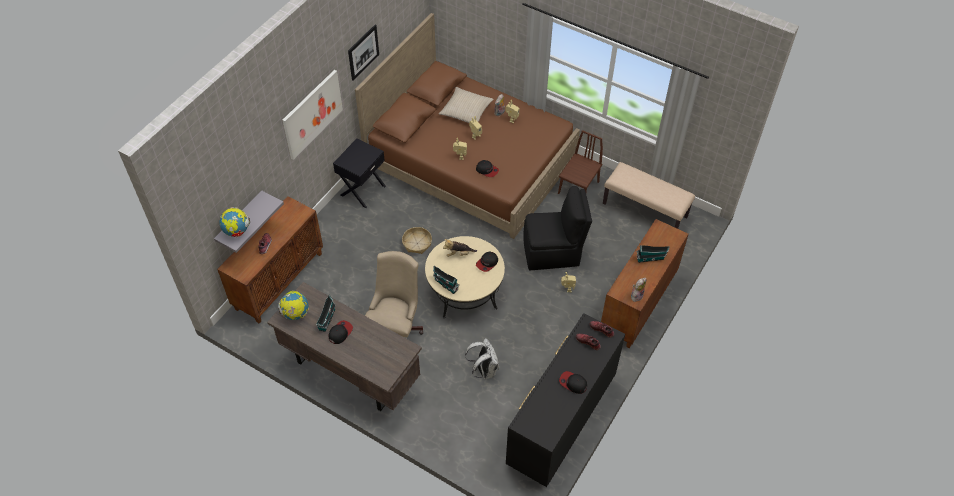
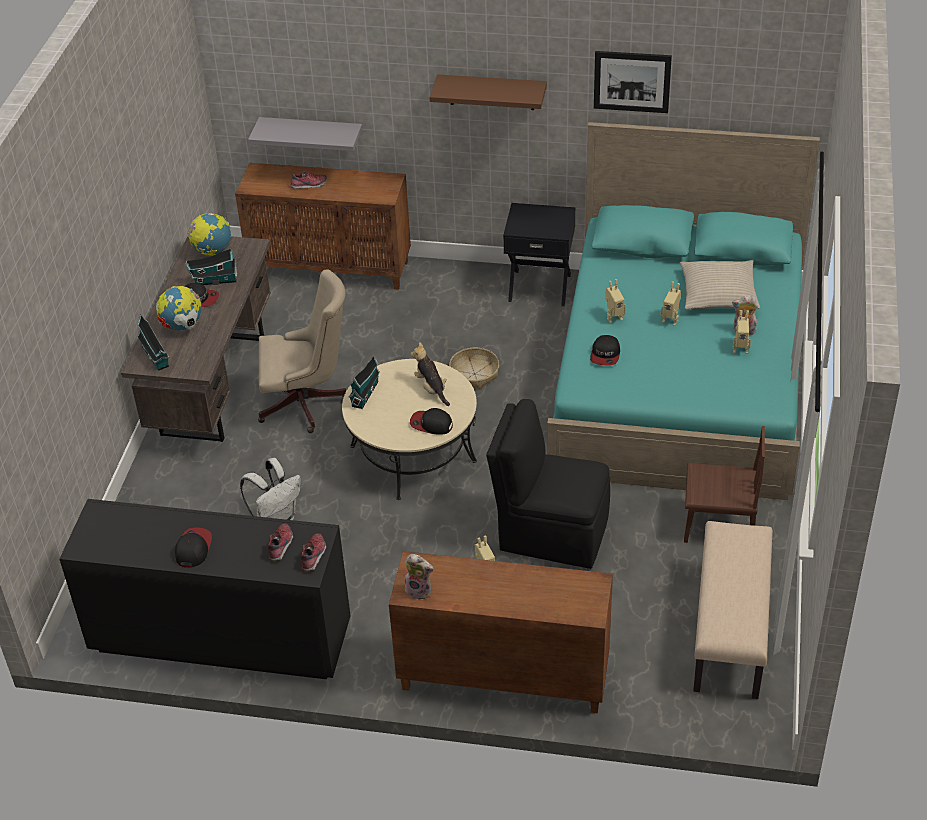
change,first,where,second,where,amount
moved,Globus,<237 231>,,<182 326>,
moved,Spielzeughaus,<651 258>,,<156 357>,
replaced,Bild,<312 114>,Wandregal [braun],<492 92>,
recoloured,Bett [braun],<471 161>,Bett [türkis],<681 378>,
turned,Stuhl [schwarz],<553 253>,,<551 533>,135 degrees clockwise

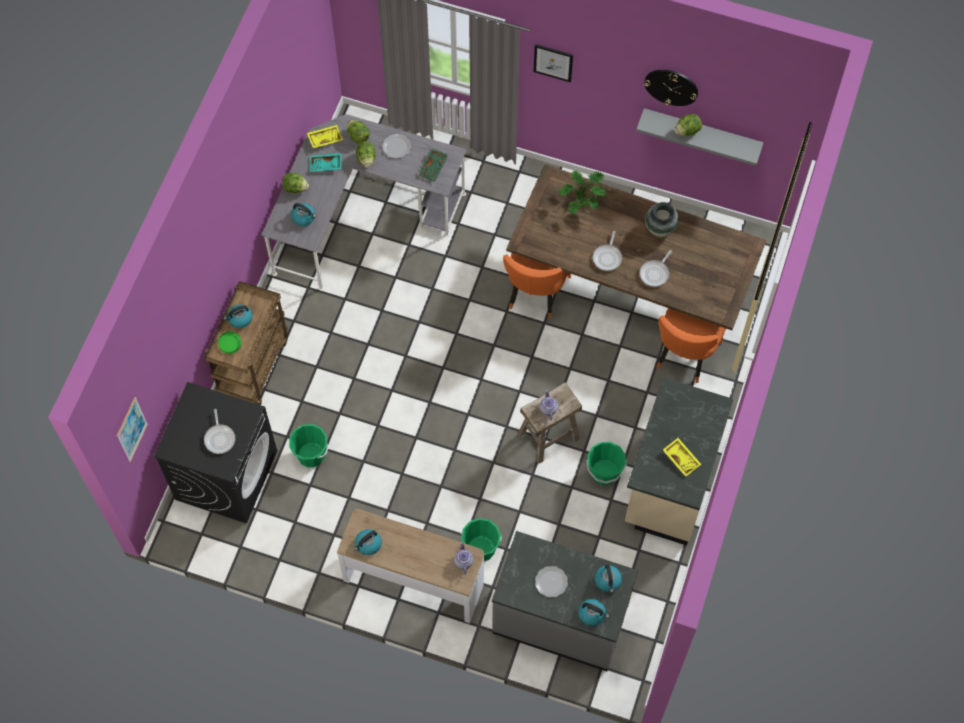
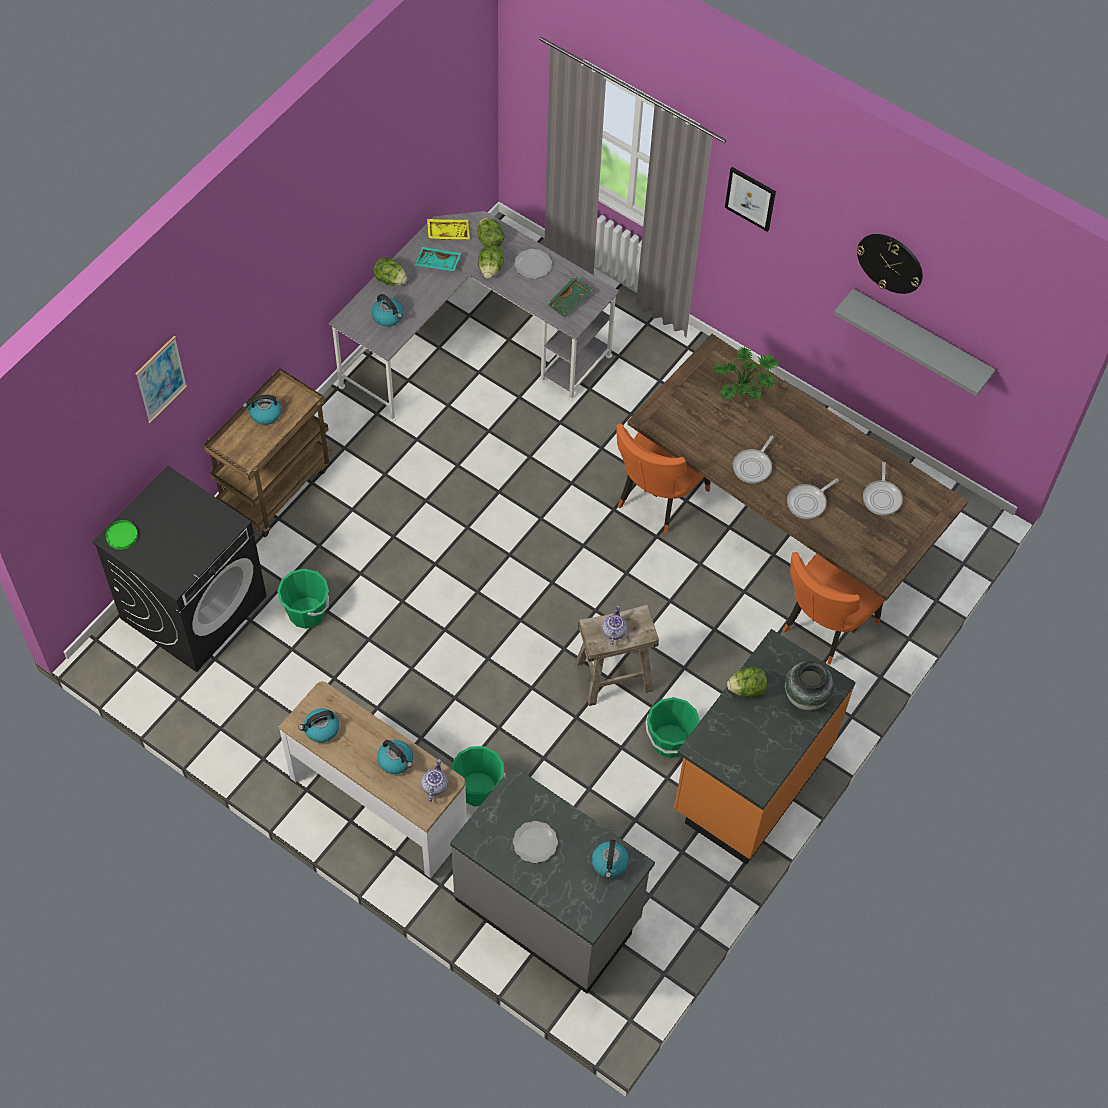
change,first,where,second,where,amount
removed,Tablett [gelb],<681 458>,,,
moved,Bild,<131 429>,,<161 379>,
moved,Pfanne,<220 438>,,<882 497>,
moved,Teller [grün],<230 343>,,<122 535>,
moved,Wasserkessel,<592 614>,,<396 760>,
moved,Vase,<660 228>,,<805 697>,
moved,Salatkopf,<687 131>,,<747 689>,
recoloured,Küchenzeile [beige],<670 483>,Küchenzeile [orange],<751 779>,

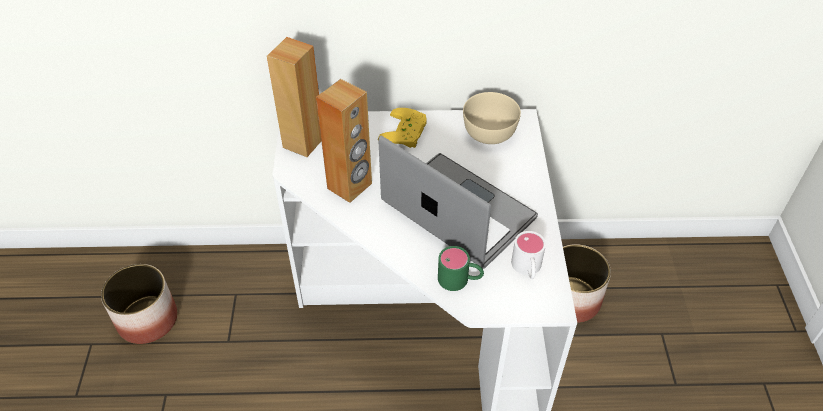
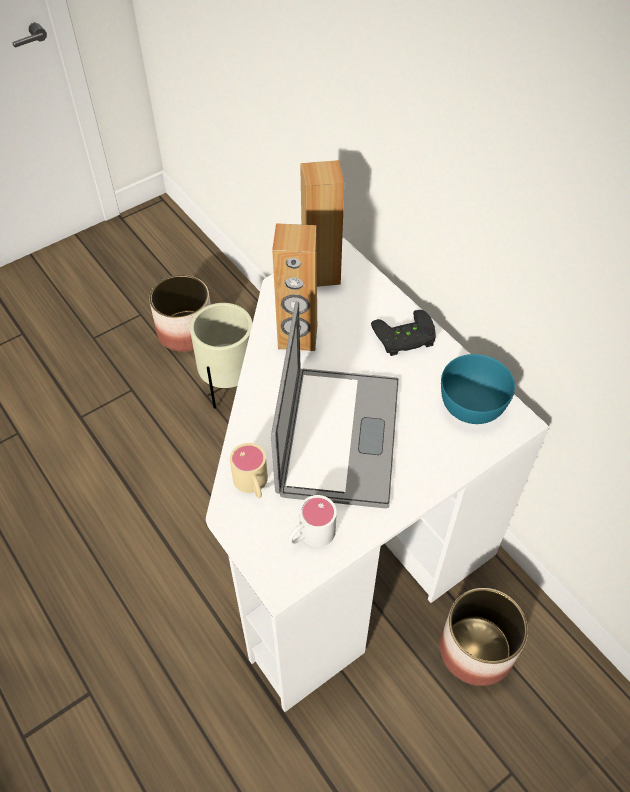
change,first,where,second,where,amount
added,,,Pflanzkübel [beige],<230 387>,
recoloured,Gamepad [gelb],<407 132>,Gamepad [schwarz],<405 339>,
recoloured,Henkelbecher [grün],<460 280>,Henkelbecher [beige],<252 484>,
recoloured,Schüssel [beige],<489 131>,Schüssel [türkis],<473 402>,

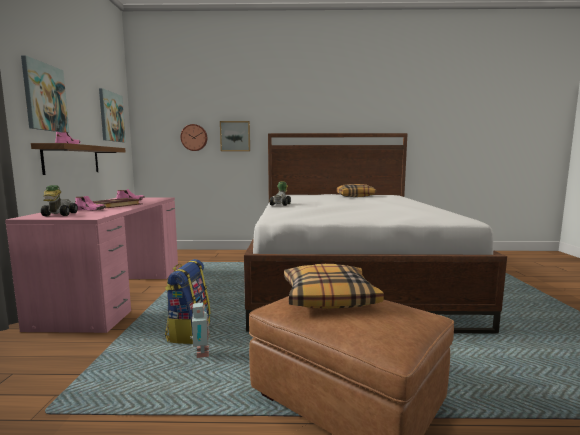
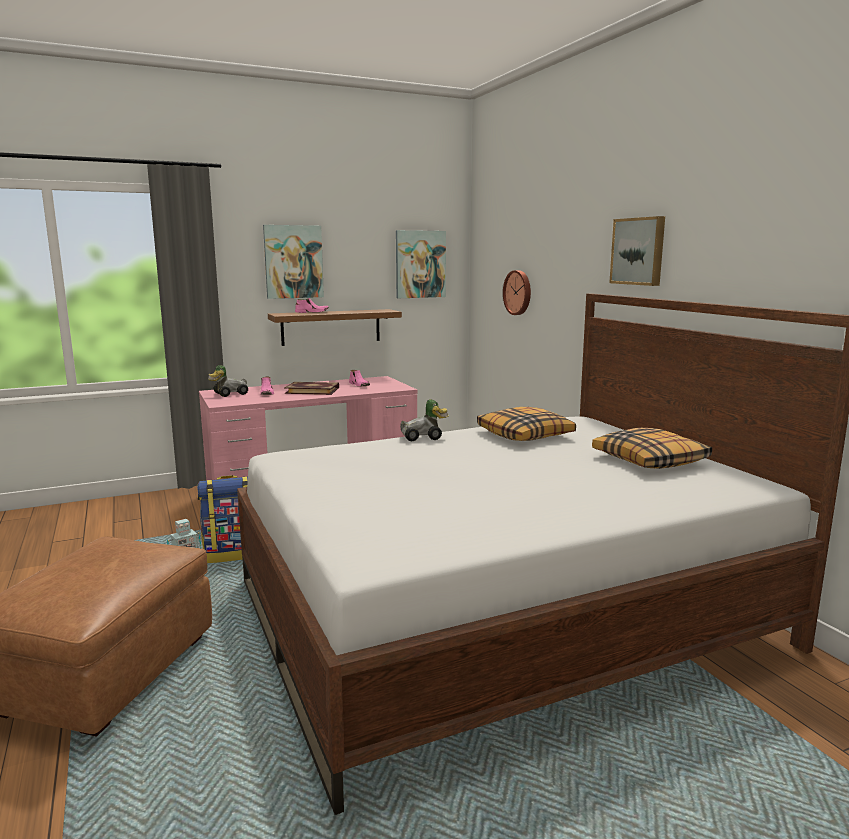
change,first,where,second,where,amount
moved,Bild,<235 136>,,<639 251>,
moved,Kissen,<328 297>,,<525 435>,

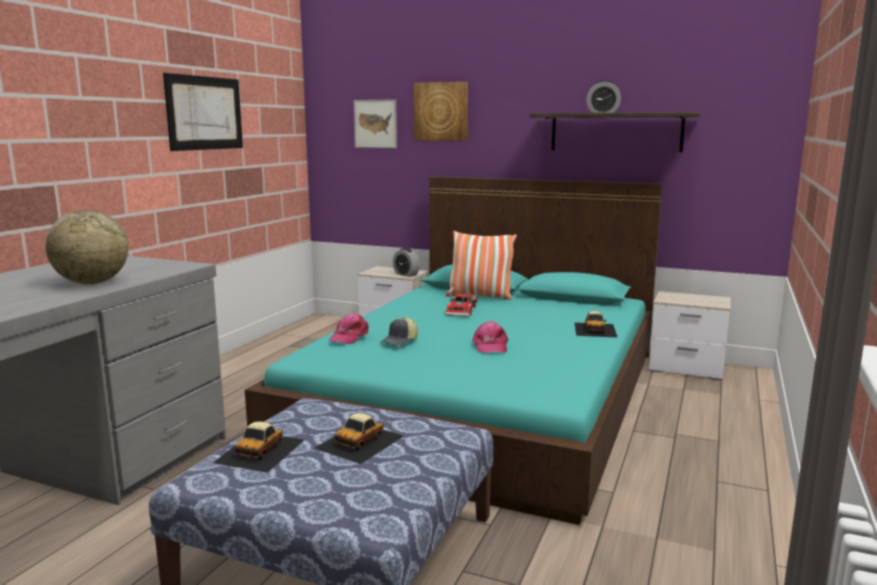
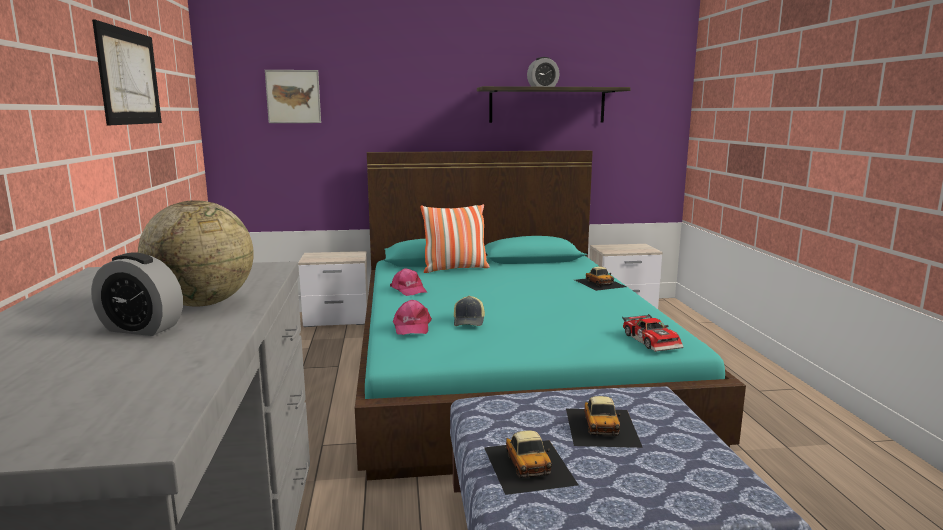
change,first,where,second,where,amount
removed,Bild,<441 111>,,,
moved,Wecker,<406 274>,,<141 328>,
moved,Spielzeugauto,<463 311>,,<652 340>,
moved,Kappe [rosa],<490 346>,,<408 290>,

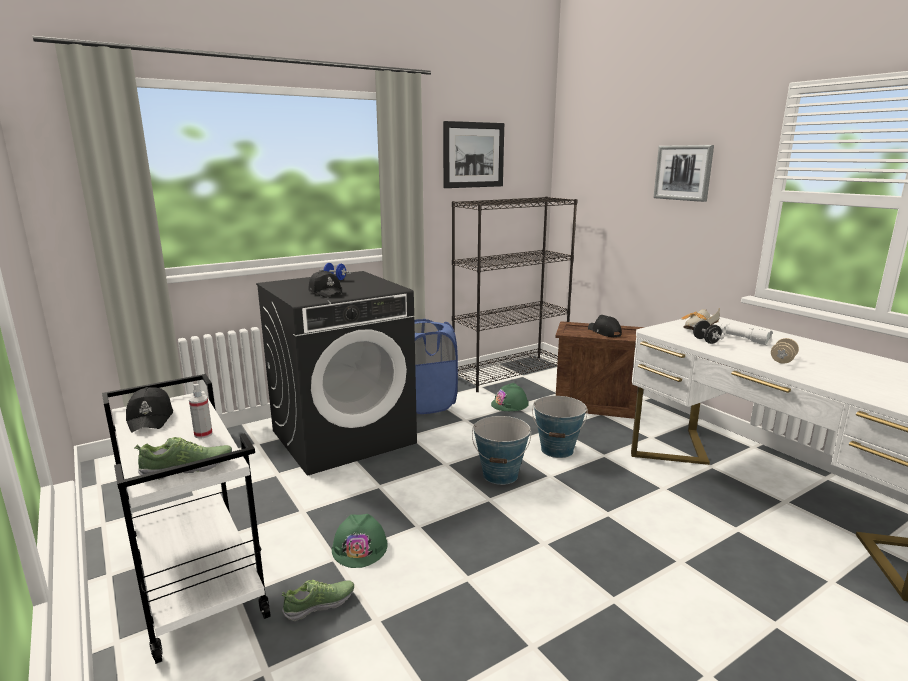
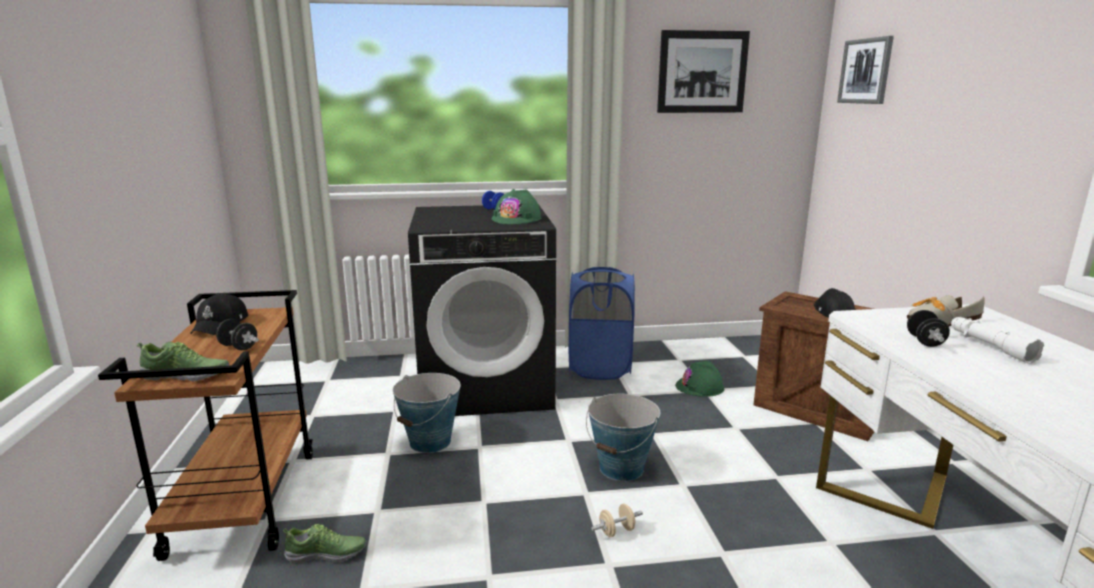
change,first,where,second,where,amount
removed,Kappe [schwarz],<326 292>,,,
removed,Bücherregal [schwarz],<510 373>,,,
moved,Schutzhelm [grün],<360 547>,,<517 219>,
moved,Eimer,<557 450>,,<430 442>,
moved,Bild,<683 173>,,<865 71>,
moved,Hantel [beige],<782 360>,,<616 531>,
replaced,Sprühflasche,<203 434>,Hantel [schwarz],<239 347>,
recoloured,Rollwagen [weiß],<197 587>,Rollwagen [braun],<244 501>,

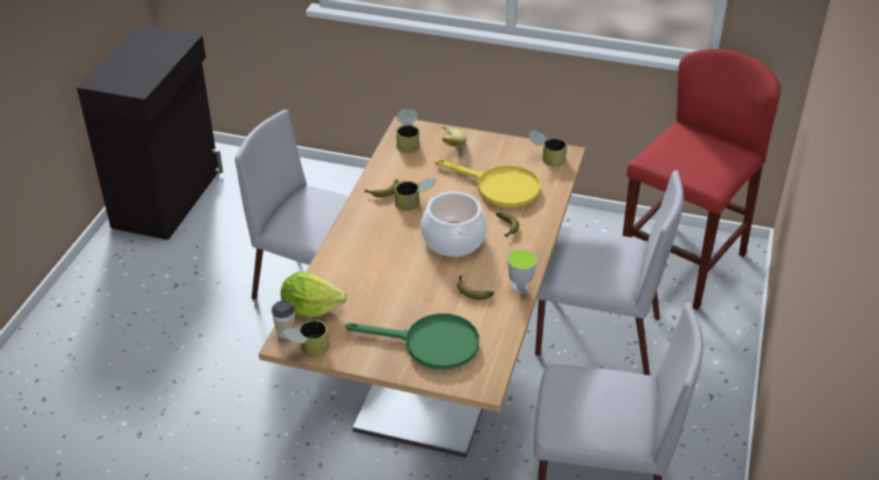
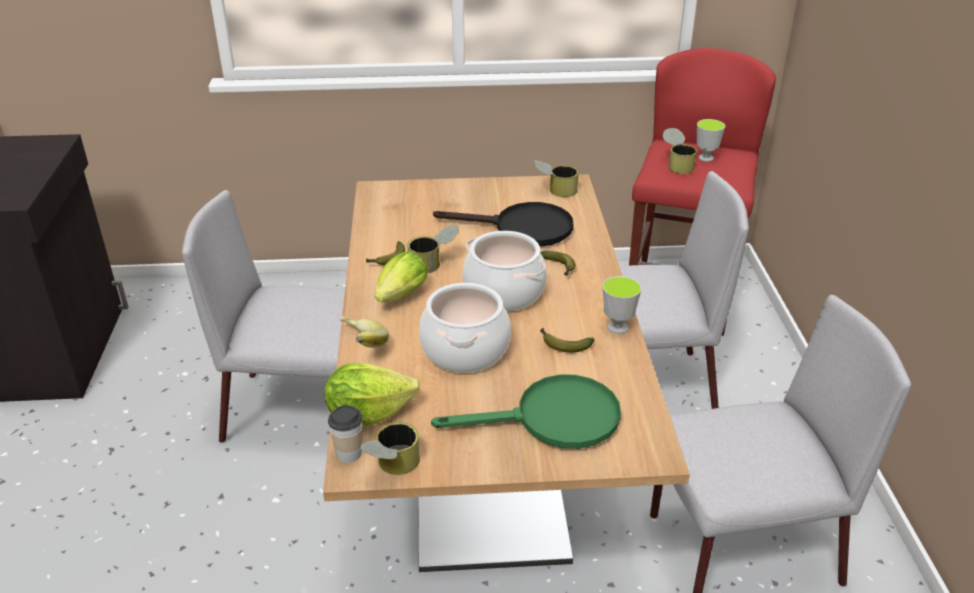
change,first,where,second,where,amount
added,,,Salatkopf,<399 297>,
added,,,Kochtopf,<464 349>,
added,,,Tasse,<706 158>,
moved,Dose,<408 141>,,<677 164>,
moved,Banane,<447 145>,,<360 346>,
recoloured,Pfanne [gelb],<499 188>,Pfanne [schwarz],<522 228>,

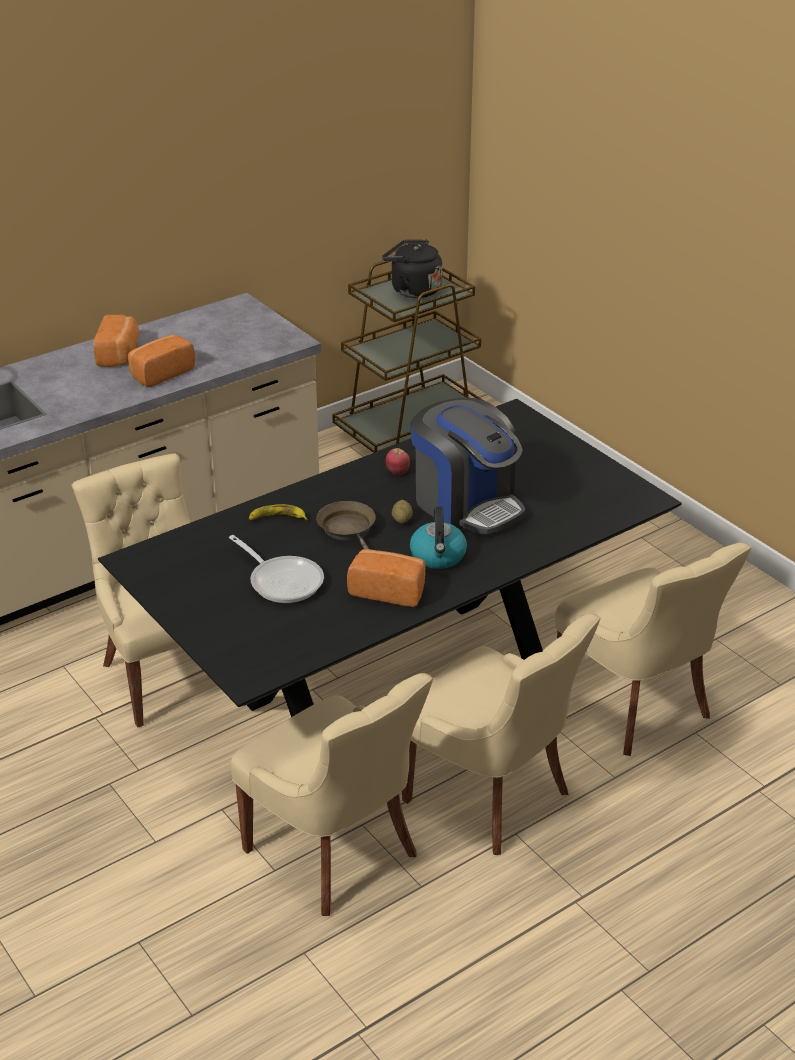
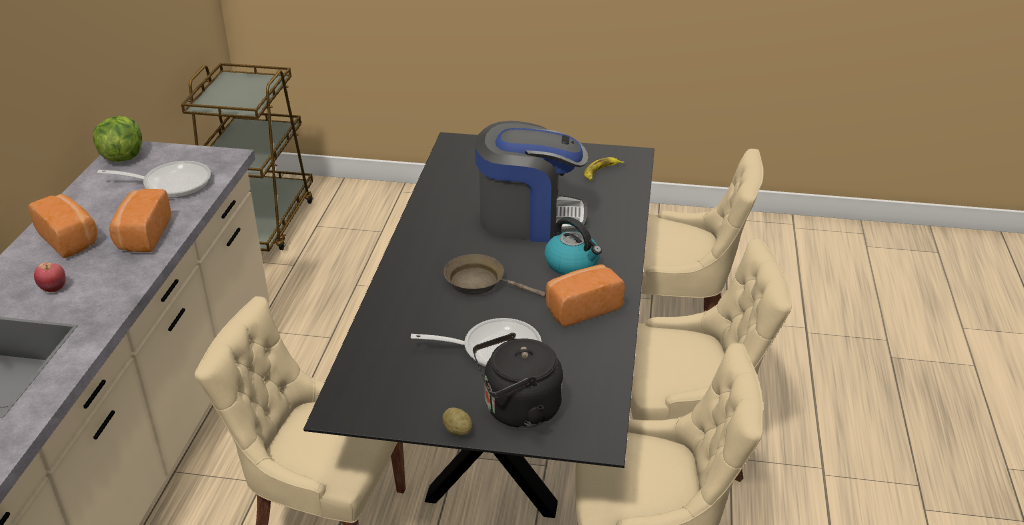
change,first,where,second,where,amount
added,,,Salatkopf,<122 157>,
added,,,Pfanne,<171 183>,
moved,Banane,<277 518>,,<601 172>,
moved,Wasserkessel [schwarz],<412 290>,,<517 410>,
moved,Apfel,<397 472>,,<53 288>,
moved,Kartoffel,<402 520>,,<457 430>,

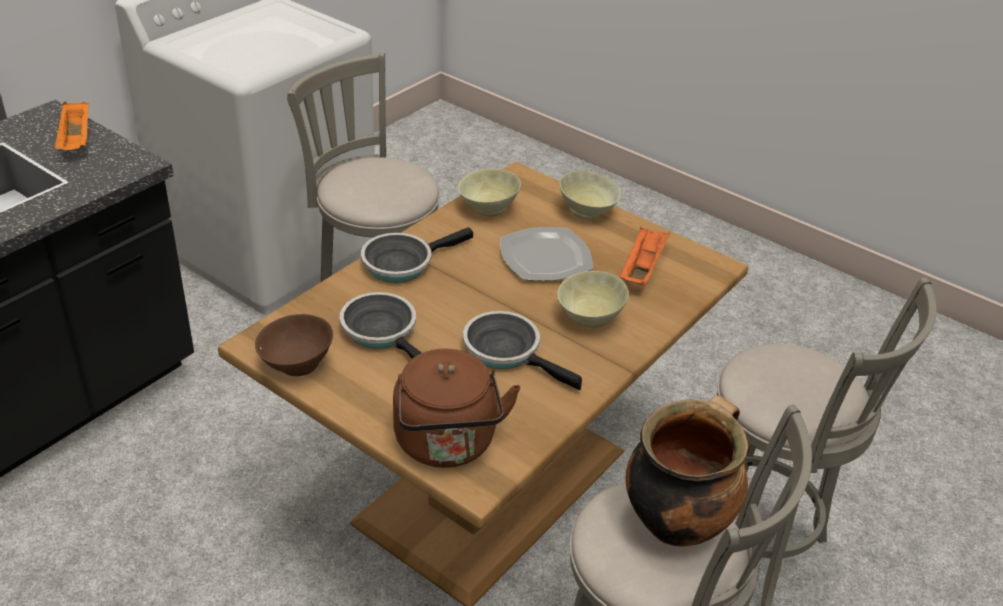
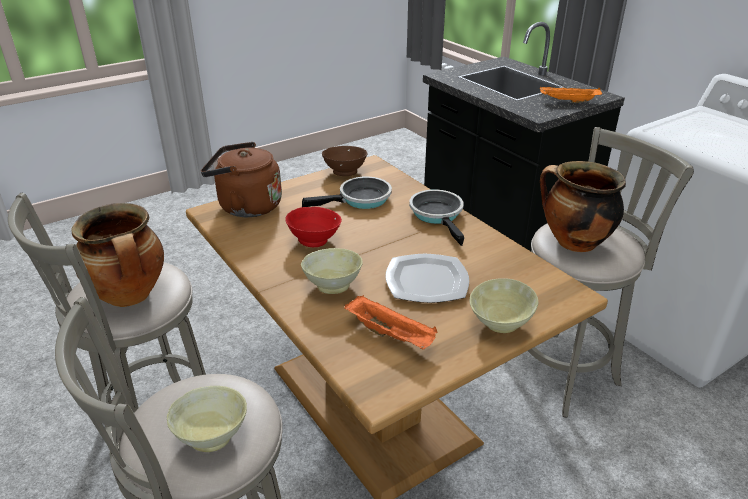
change,first,where,second,where,amount
added,,,Kochtopf,<573 243>,
moved,Schüssel [beige],<487 208>,,<213 436>,
replaced,Pfanne,<507 351>,Schüssel [rot],<315 240>,

